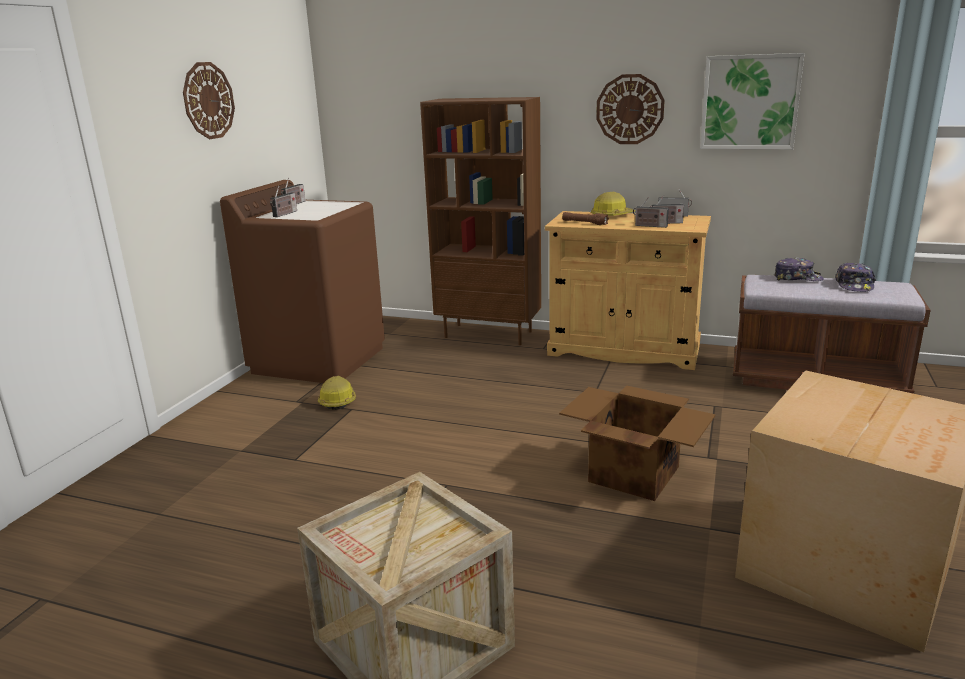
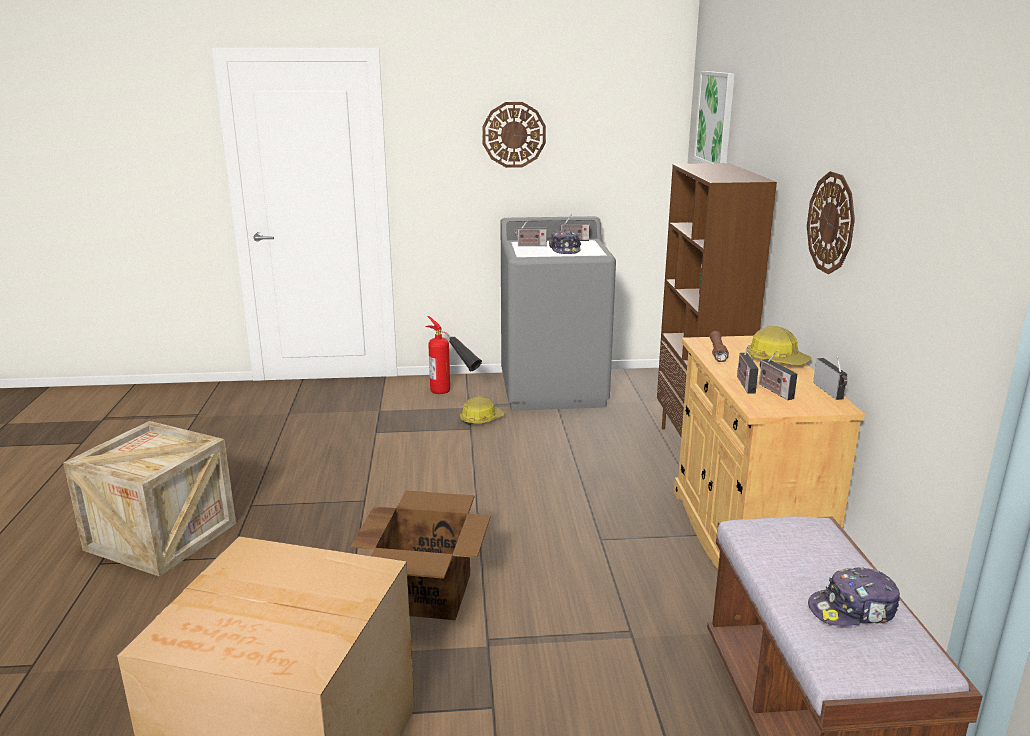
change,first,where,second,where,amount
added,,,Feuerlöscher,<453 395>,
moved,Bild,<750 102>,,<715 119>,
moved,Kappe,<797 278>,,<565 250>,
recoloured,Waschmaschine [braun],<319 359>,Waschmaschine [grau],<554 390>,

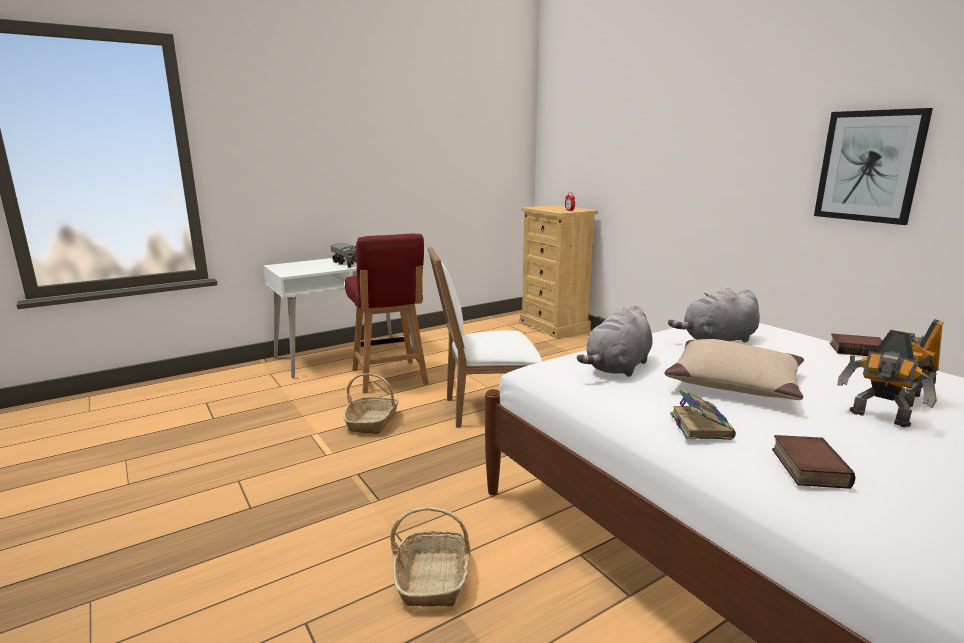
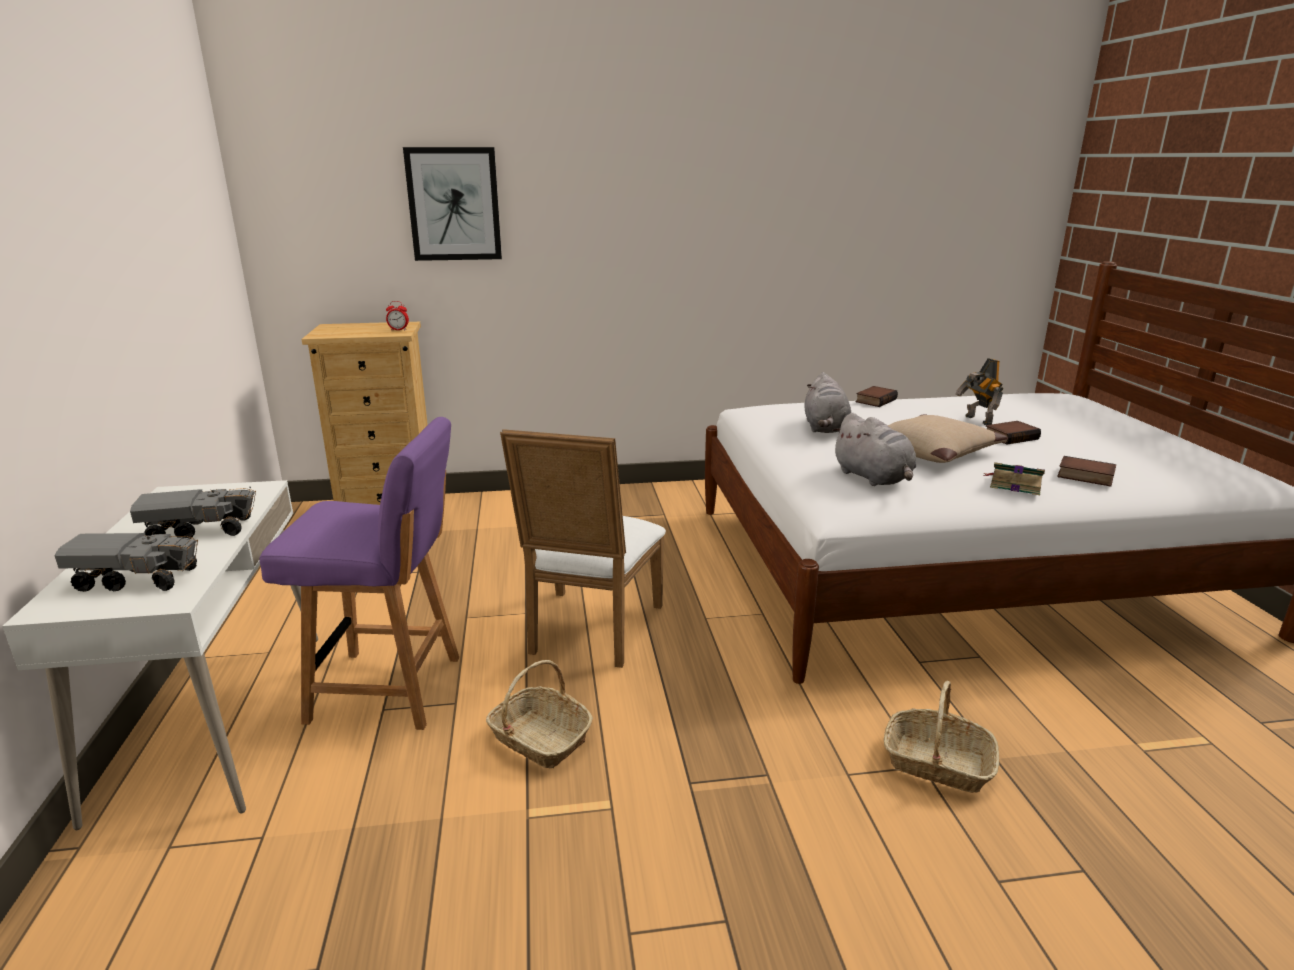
change,first,where,second,where,amount
added,,,Spielzeuglaster,<138 579>,
moved,Bild,<869 166>,,<454 204>,
replaced,Spielzeugroboter,<879 419>,Buch,<1010 437>,
recoloured,Stuhl [rot],<389 377>,Stuhl [lila],<389 689>,

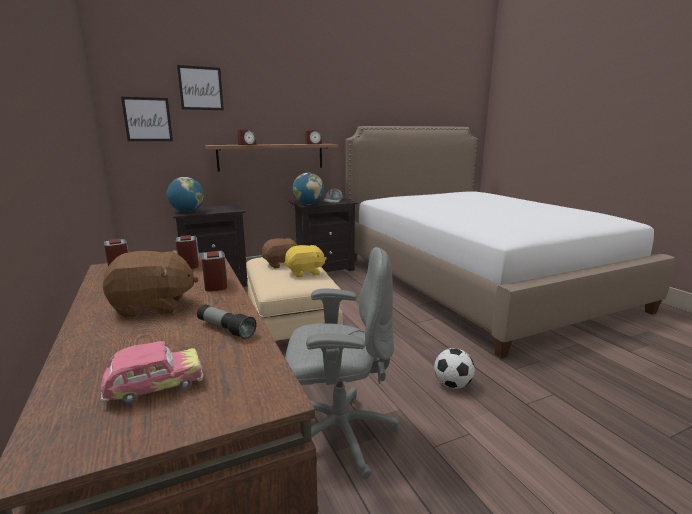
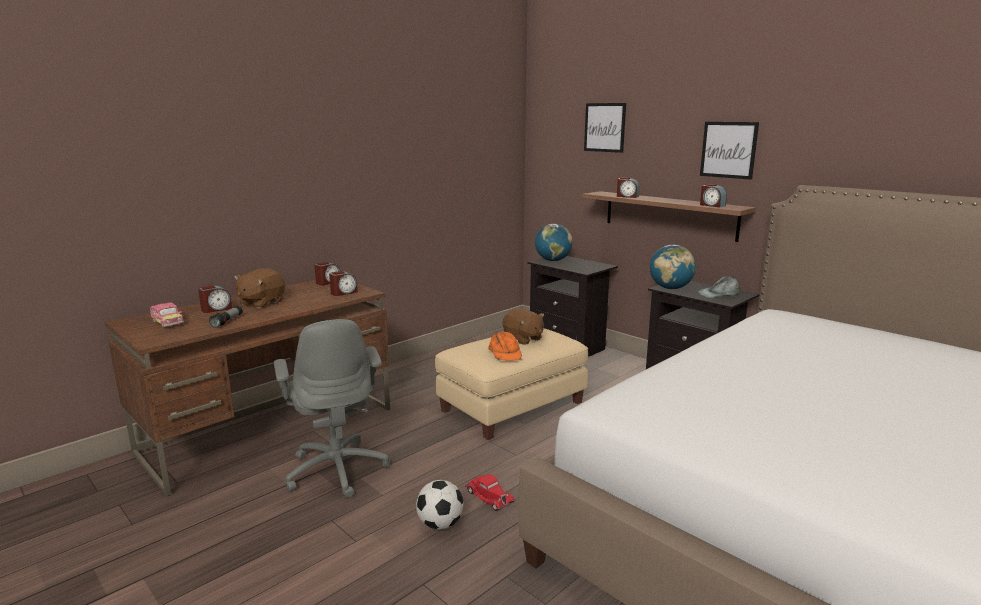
change,first,where,second,where,amount
added,,,Spielzeugauto [rot],<488 496>,
moved,Bild,<147 119>,,<728 150>,
moved,Wecker,<216 284>,,<216 309>,
replaced,Plüschtier [gelb],<305 273>,Kappe [orange],<505 353>,
turned,Plüschtier [braun],<153 307>,,<261 303>,60 degrees clockwise

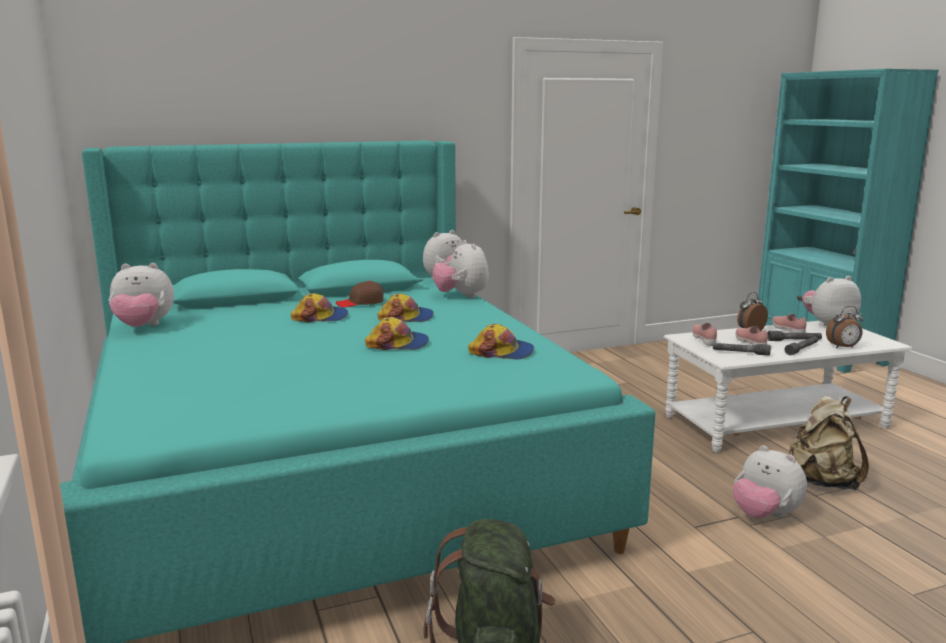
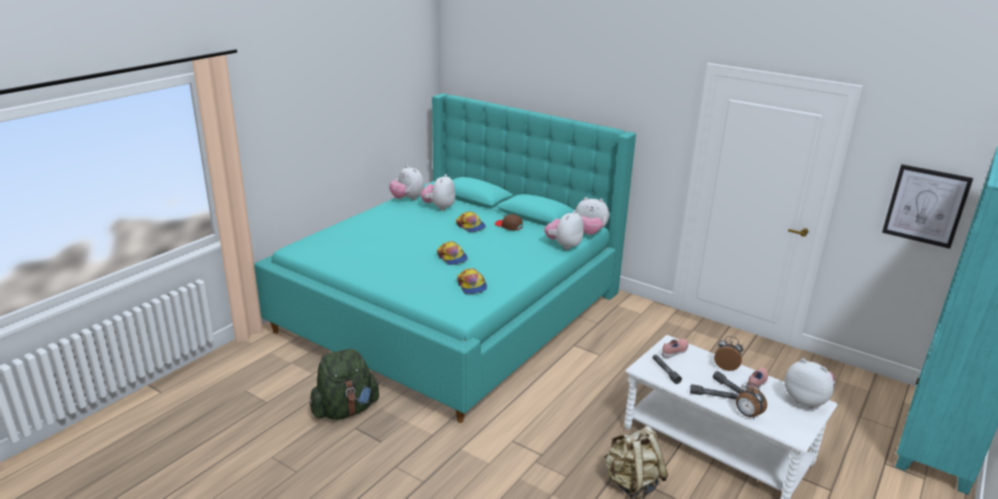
change,first,where,second,where,amount
removed,Kappe,<406 317>,,,
removed,Schuh [rosa],<751 344>,,,
added,,,Bild,<925 206>,
moved,Plüschtier,<764 515>,,<439 207>,

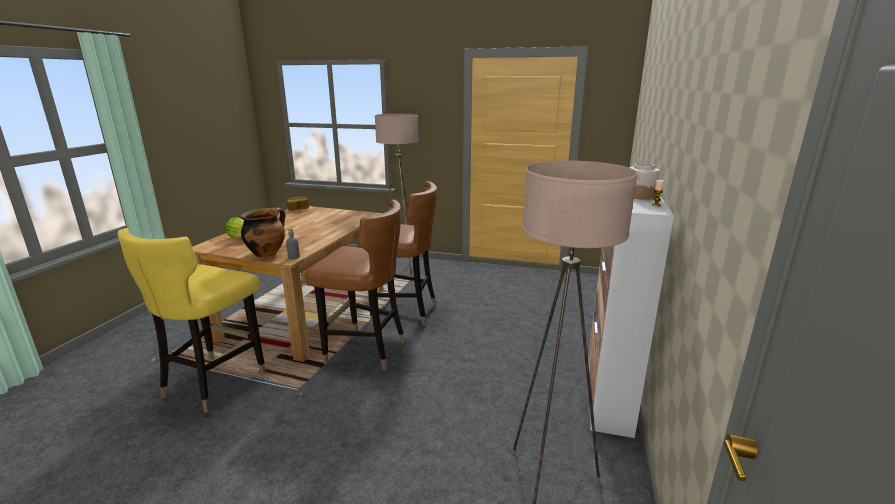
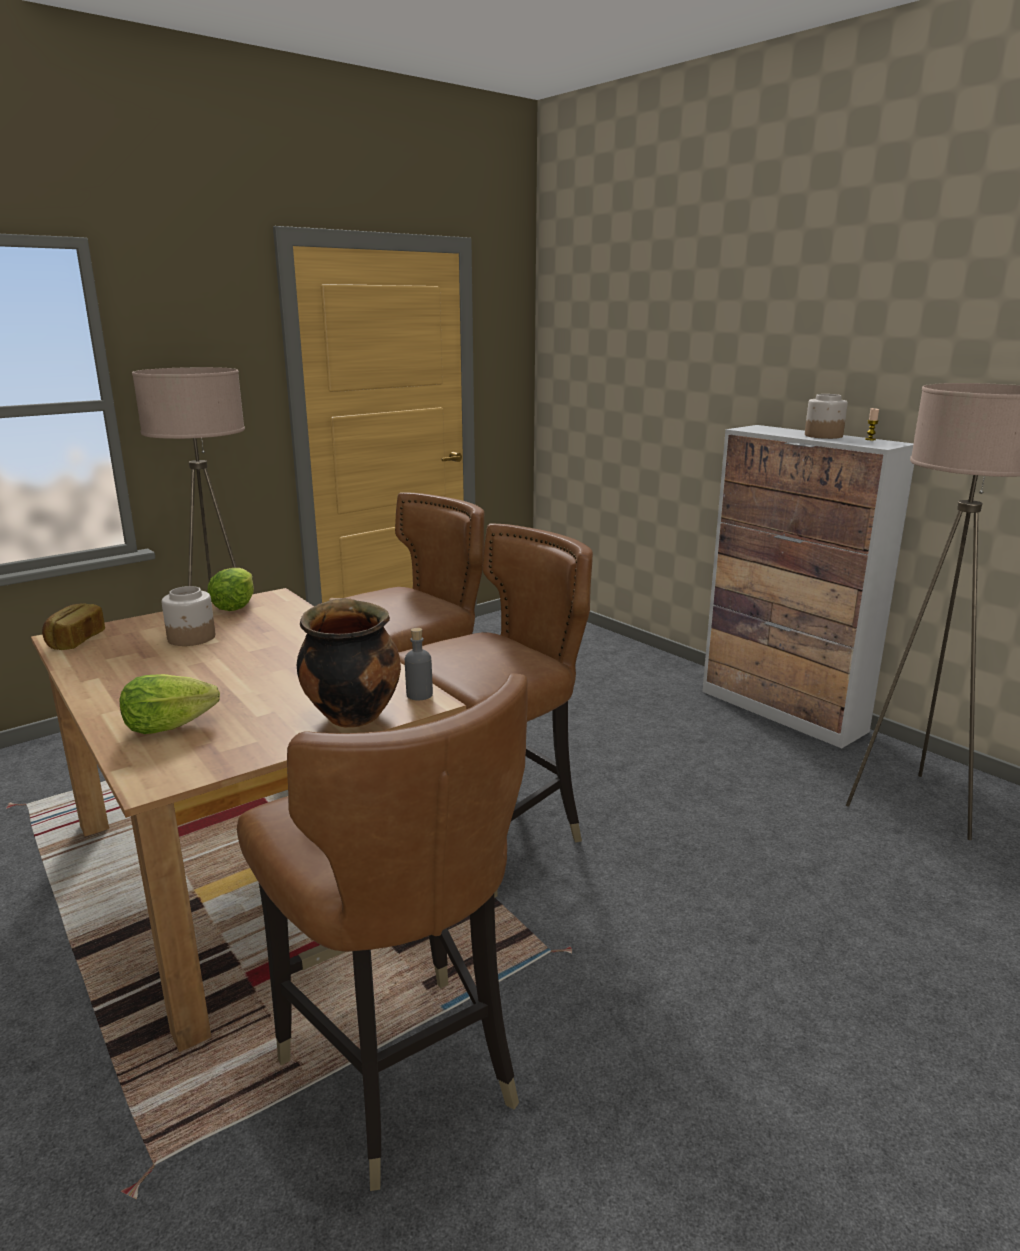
change,first,where,second,where,amount
added,,,Vorratsglas,<192 638>,
added,,,Salatkopf,<234 606>,
recoloured,Stuhl [gelb],<214 382>,Stuhl [braun],<399 1073>,

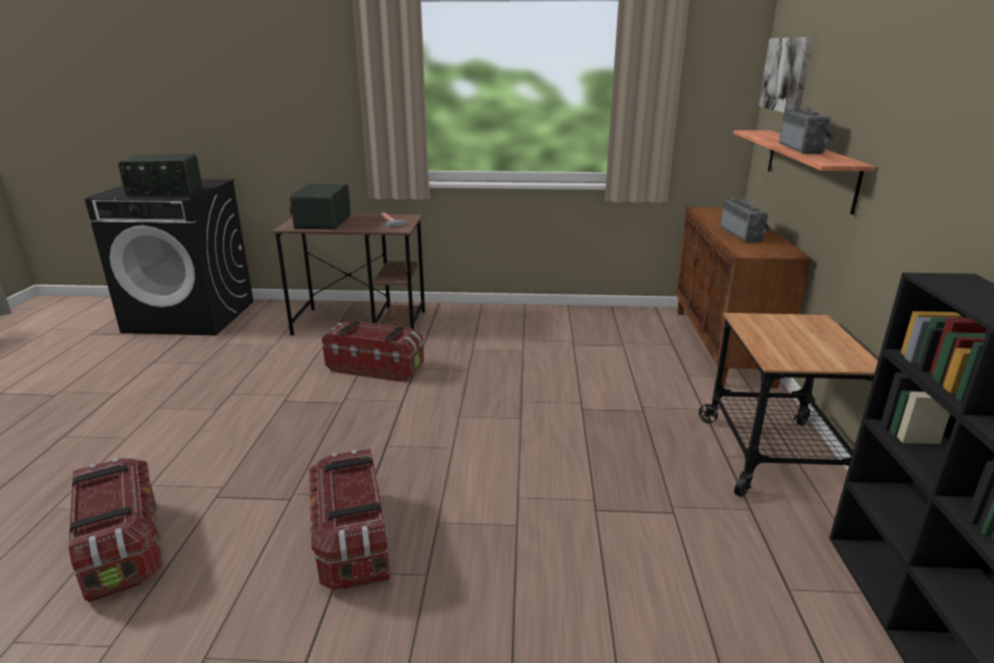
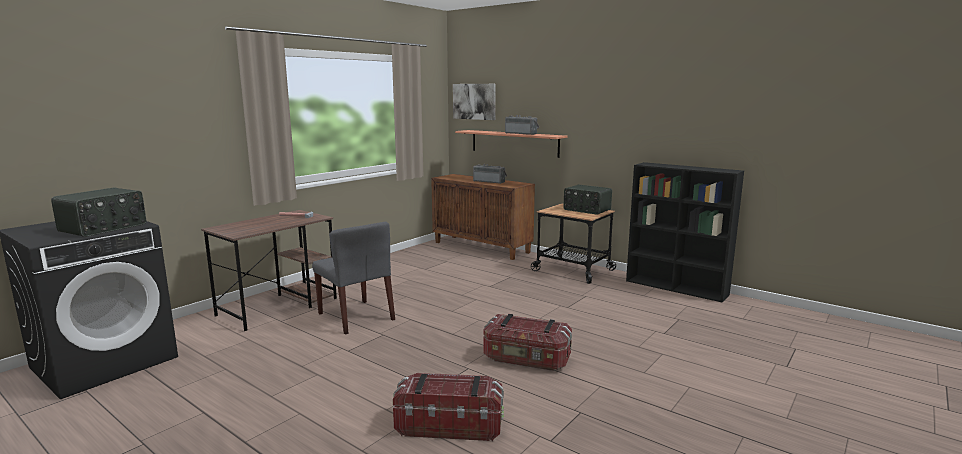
change,first,where,second,where,amount
moved,Radio,<322 222>,,<586 210>,
replaced,Aufbewahrungsbox,<376 368>,Stuhl [grau],<356 317>,

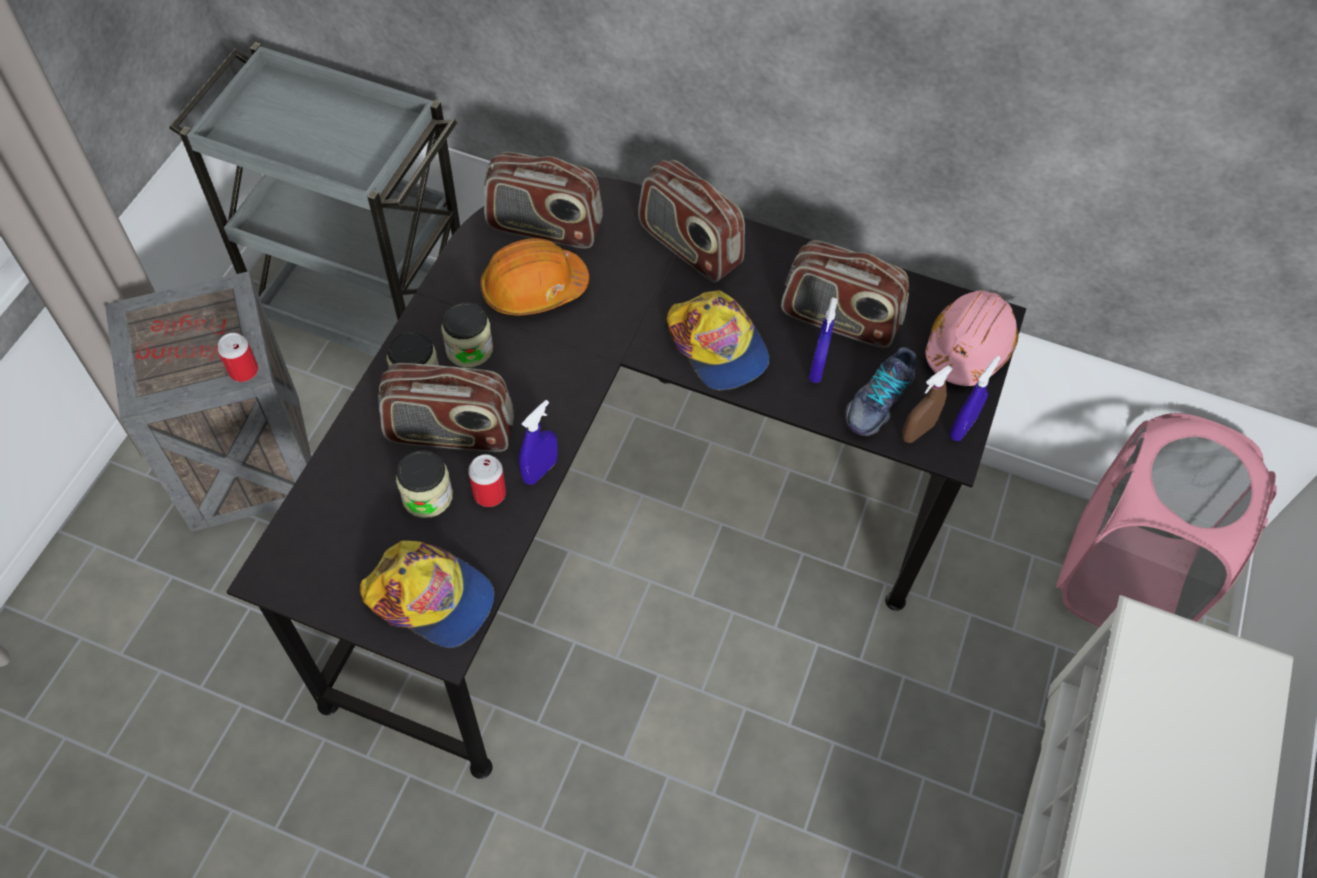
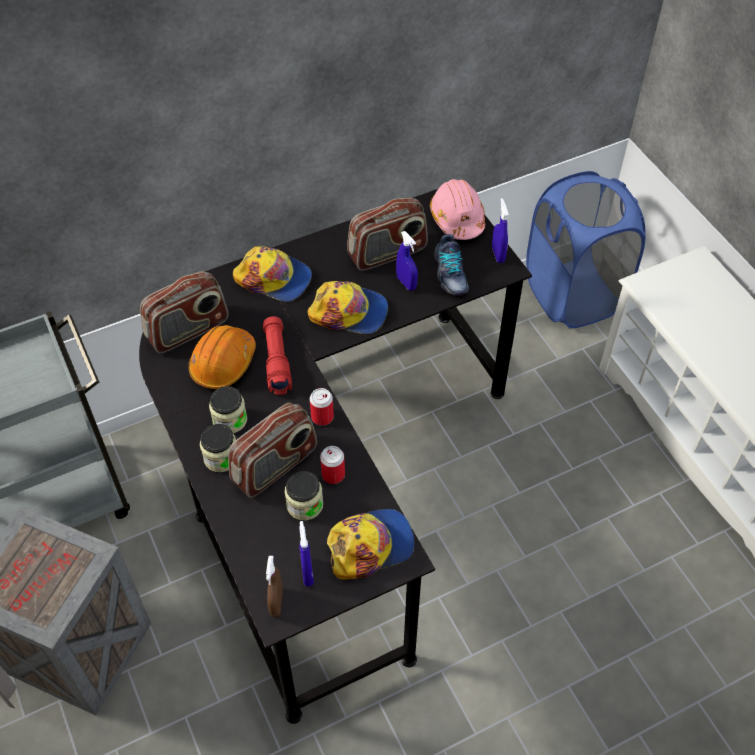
change,first,where,second,where,amount
added,,,Taschenlampe [rot],<277 361>,
moved,Dose,<243 371>,,<322 417>,
moved,Sprühflasche [blau],<540 471>,,<307 572>,
moved,Sprühflasche [braun],<917 431>,,<276 603>,
replaced,Radio,<688 246>,Kappe,<274 278>,
recoloured,Wäschekorb [rosa],<1121 578>,Wäschekorb [blau],<573 295>,

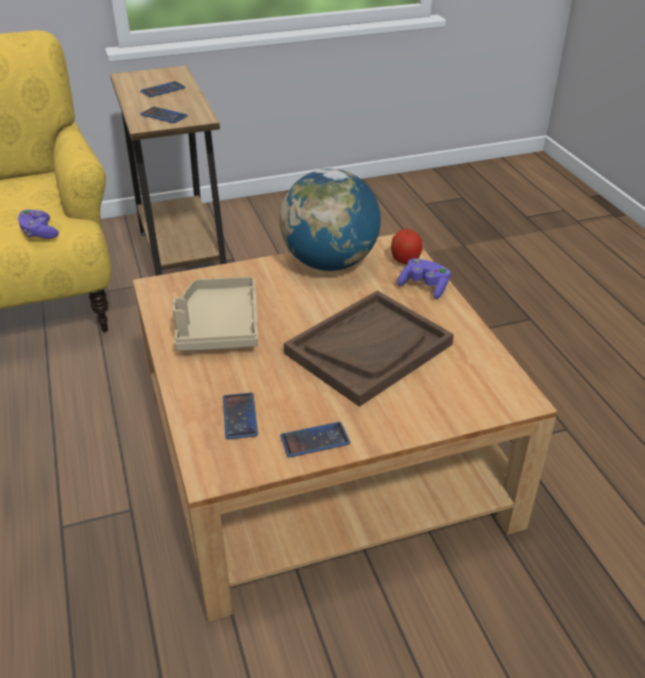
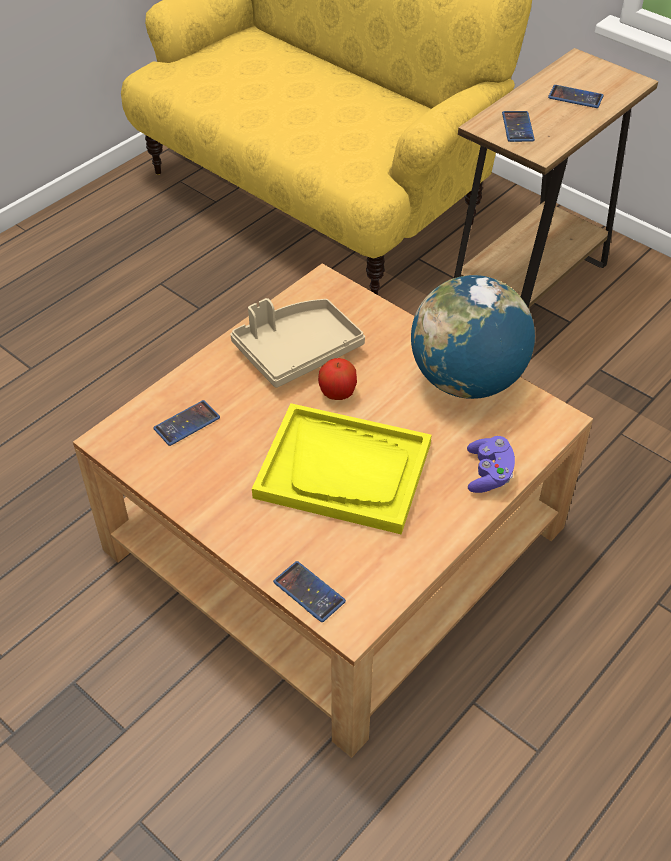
change,first,where,second,where,amount
removed,Gamepad [lila],<39 233>,,,
moved,Handy,<315 440>,,<309 592>,
moved,Apfel,<405 260>,,<337 393>,
recoloured,Tablett [braun],<368 348>,Tablett [gelb],<344 470>,

